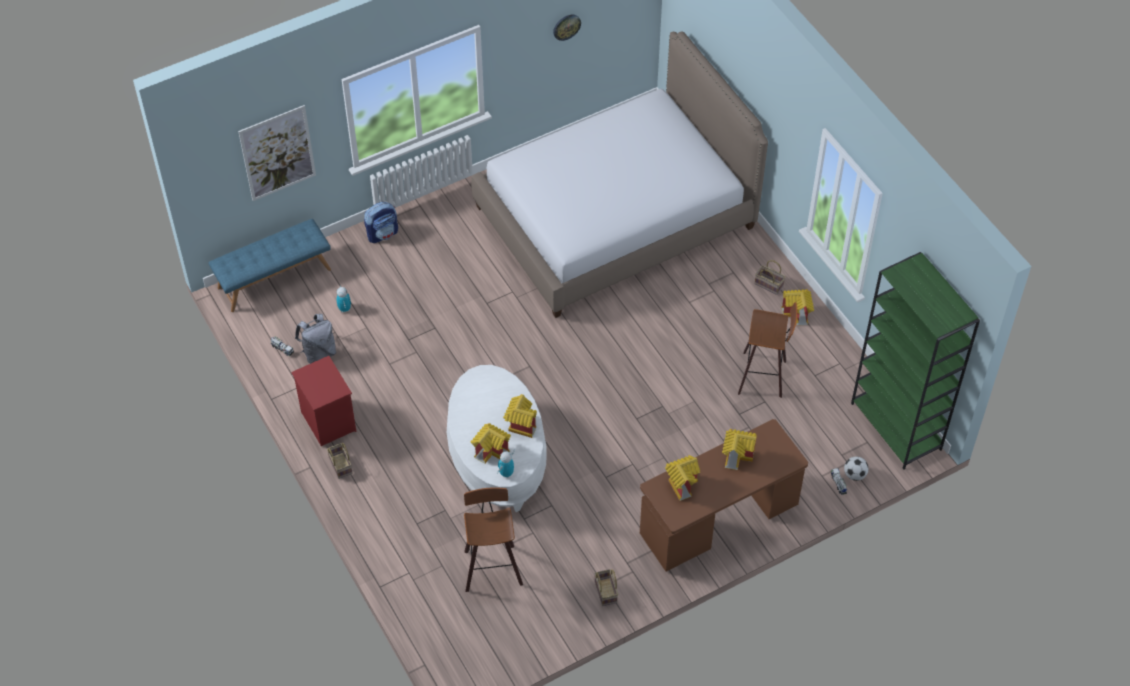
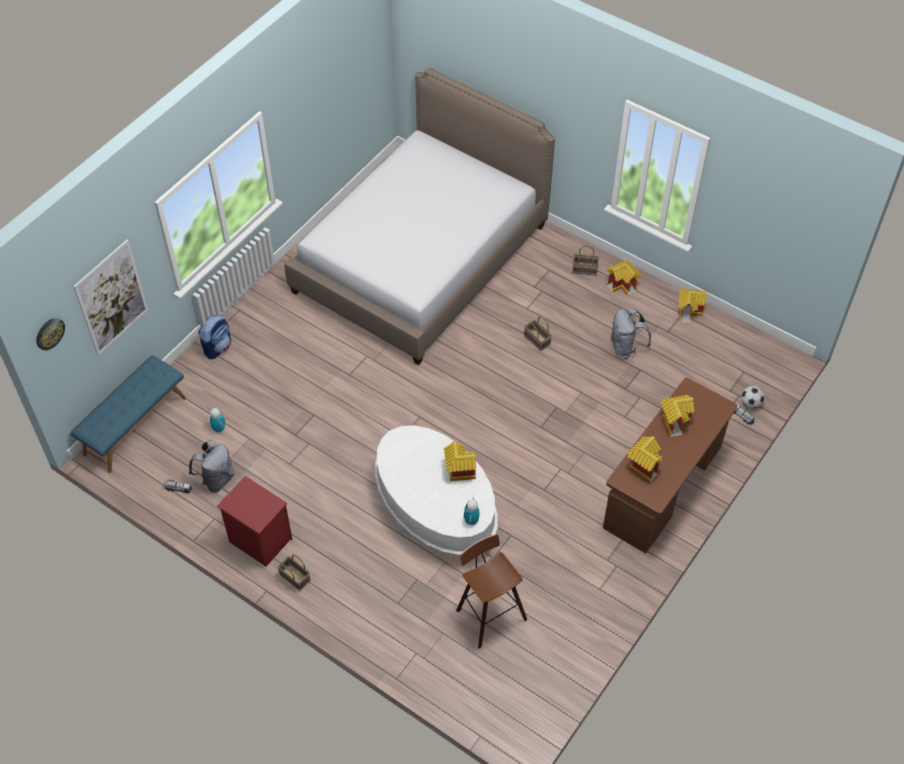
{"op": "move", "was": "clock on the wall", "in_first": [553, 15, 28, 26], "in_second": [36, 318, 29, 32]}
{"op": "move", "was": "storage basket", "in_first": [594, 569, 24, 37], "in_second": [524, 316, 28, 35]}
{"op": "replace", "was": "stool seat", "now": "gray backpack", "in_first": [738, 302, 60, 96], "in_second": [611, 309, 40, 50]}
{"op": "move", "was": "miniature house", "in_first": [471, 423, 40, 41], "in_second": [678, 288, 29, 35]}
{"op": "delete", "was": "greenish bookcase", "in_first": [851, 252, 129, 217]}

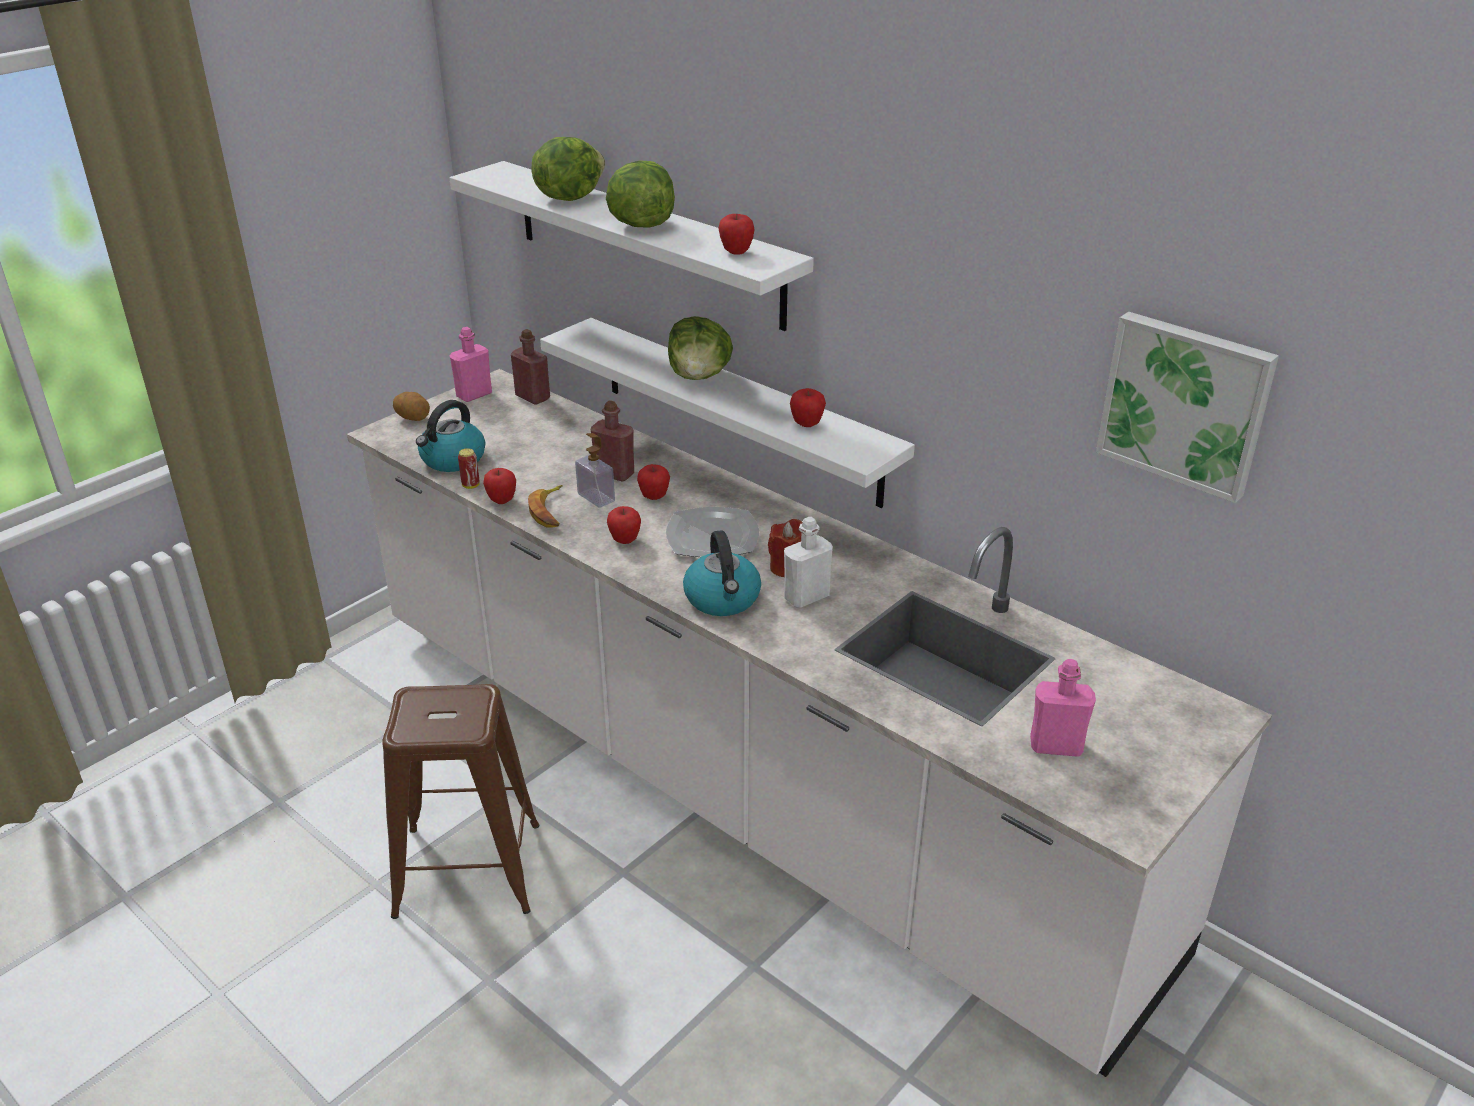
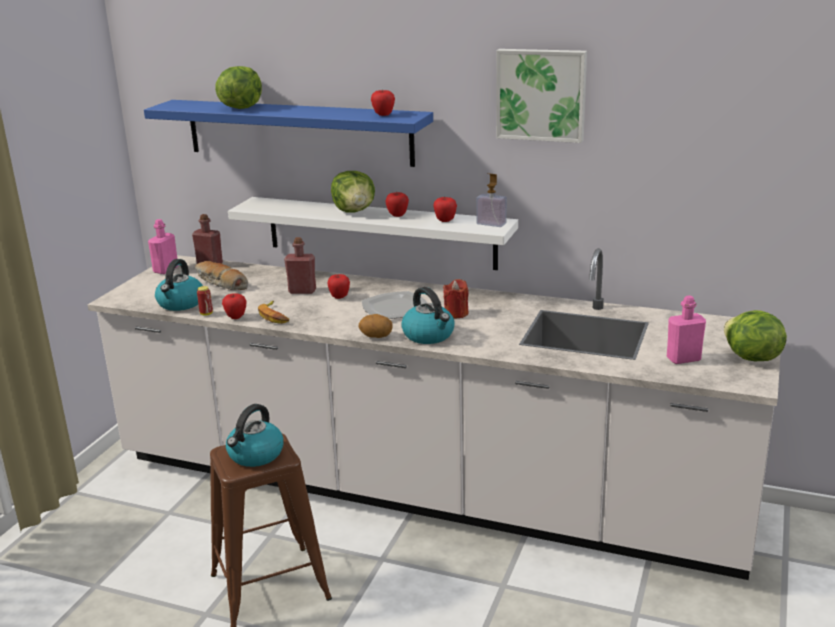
{"op": "recolor", "was": "white bracket shelf", "now": "blue-coloured bracket shelf", "in_first": [449, 161, 365, 170], "in_second": [144, 100, 289, 67]}
{"op": "insert", "now": "baked bread", "in_second": [195, 261, 53, 29]}
{"op": "insert", "now": "kettle", "in_second": [226, 404, 58, 63]}
{"op": "move", "was": "spud", "in_first": [393, 392, 37, 29], "in_second": [358, 314, 35, 24]}
{"op": "move", "was": "apple fruit", "in_first": [607, 506, 34, 38], "in_second": [385, 192, 24, 25]}
{"op": "move", "was": "liquid soap bottle", "in_first": [575, 433, 40, 75], "in_second": [476, 173, 31, 54]}
{"op": "move", "was": "wall picture", "in_first": [1096, 312, 183, 191], "in_second": [496, 49, 91, 94]}
{"op": "move", "was": "lettuce head", "in_first": [606, 160, 69, 68], "in_second": [724, 310, 63, 51]}
{"op": "delete", "was": "white beverage bottle", "in_first": [784, 517, 49, 91]}

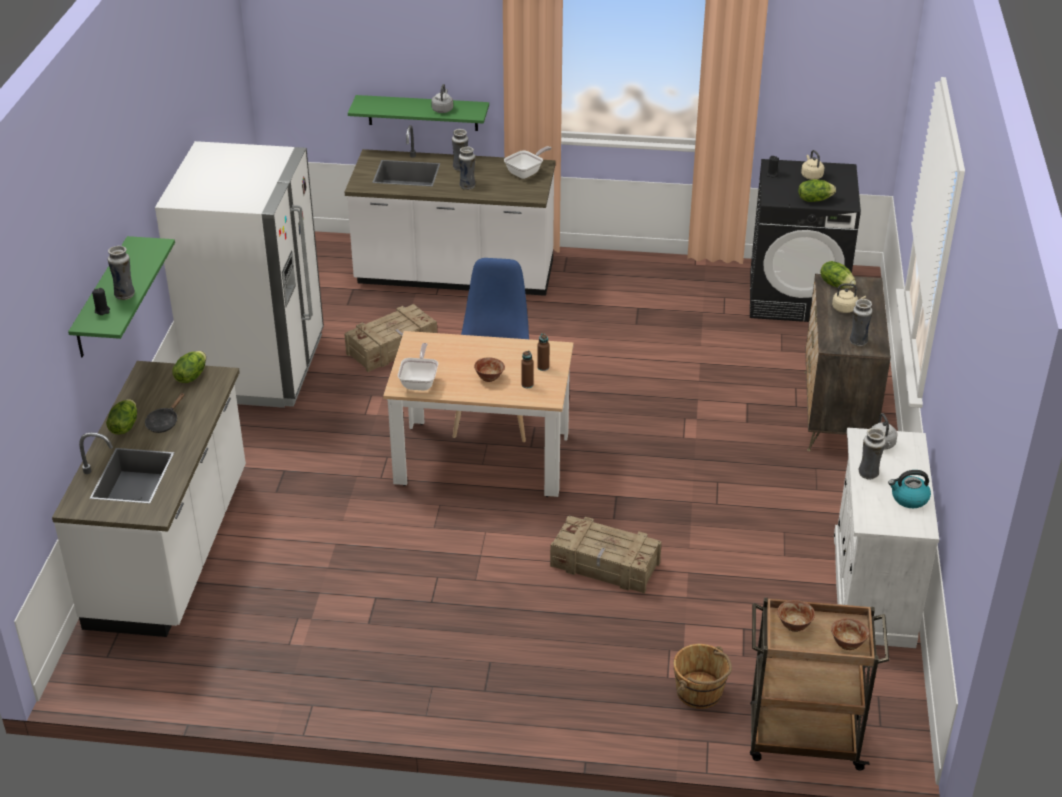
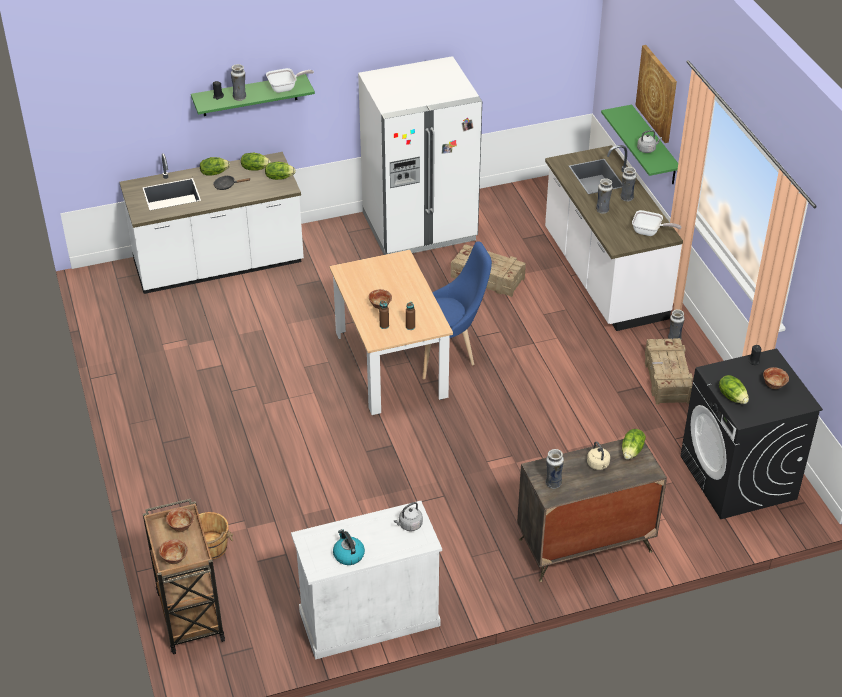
{"op": "insert", "now": "lettuce head", "in_second": [241, 153, 30, 18]}
{"op": "move", "was": "pan", "in_first": [398, 343, 40, 48], "in_second": [266, 68, 48, 25]}
{"op": "insert", "now": "wall picture", "in_second": [635, 45, 42, 98]}
{"op": "move", "was": "crate", "in_first": [550, 516, 112, 78], "in_second": [645, 338, 48, 67]}
{"op": "move", "was": "decorative vase", "in_first": [858, 428, 28, 52], "in_second": [668, 309, 17, 31]}
{"op": "replace", "was": "sand-coloured kettle", "now": "bowl", "in_first": [801, 150, 23, 30], "in_second": [763, 367, 26, 22]}

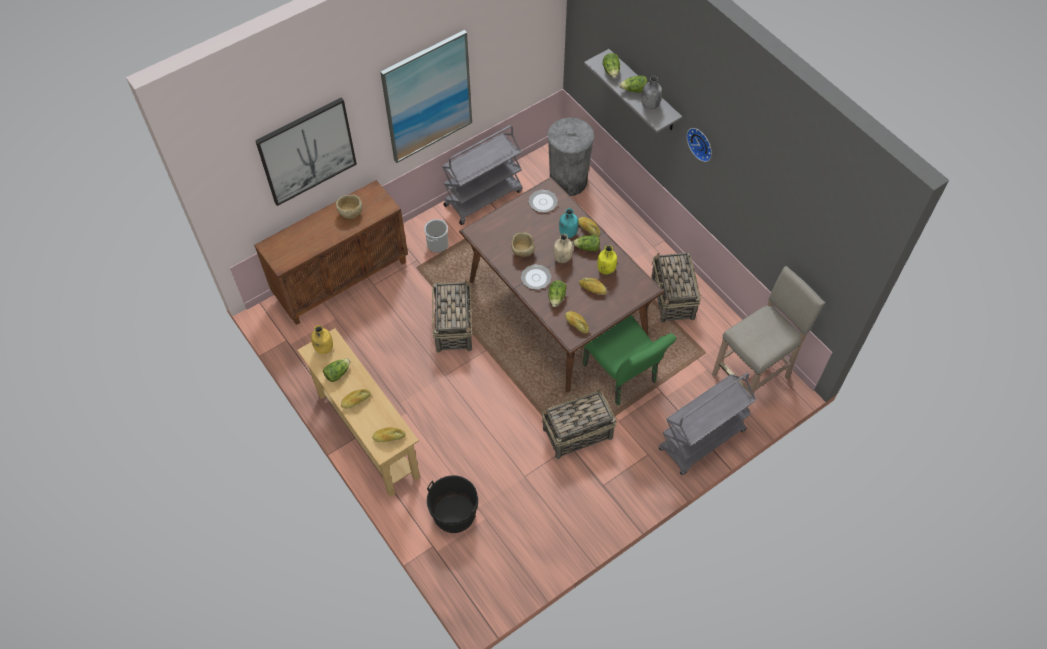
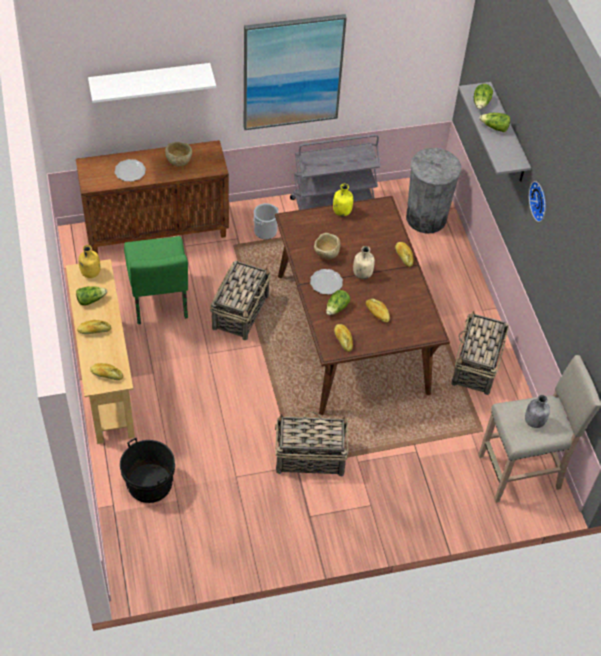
{"op": "replace", "was": "wall picture", "now": "white bracket shelf", "in_first": [255, 98, 102, 108], "in_second": [88, 63, 128, 40]}
{"op": "move", "was": "dinner plate", "in_first": [529, 189, 29, 24], "in_second": [115, 159, 31, 23]}
{"op": "move", "was": "greenish plain chair", "in_first": [583, 315, 93, 91], "in_second": [124, 236, 64, 88]}
{"op": "move", "was": "yellowish beverage bottle", "in_first": [597, 245, 20, 30], "in_second": [333, 184, 20, 33]}
{"op": "move", "was": "gray beverage bottle", "in_first": [641, 76, 21, 34], "in_second": [525, 395, 25, 33]}
{"op": "delete", "was": "blue-green beverage bottle", "in_first": [559, 208, 19, 30]}
{"op": "delete", "was": "lettuce head", "in_first": [572, 235, 28, 17]}
{"op": "delete", "was": "gray trolley", "in_first": [658, 372, 98, 103]}

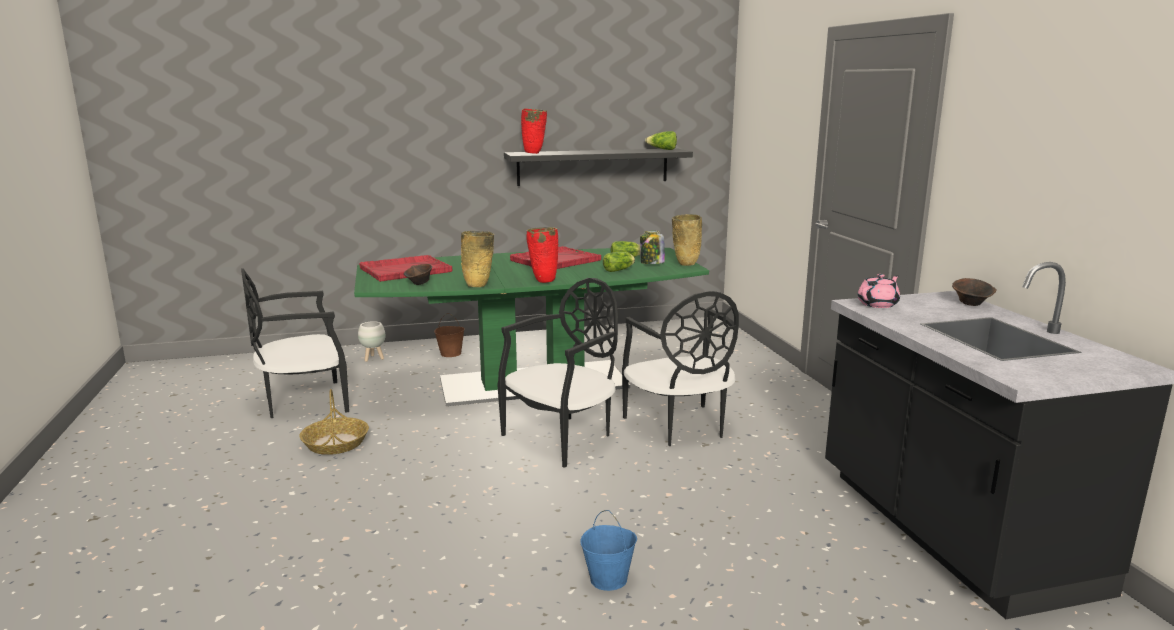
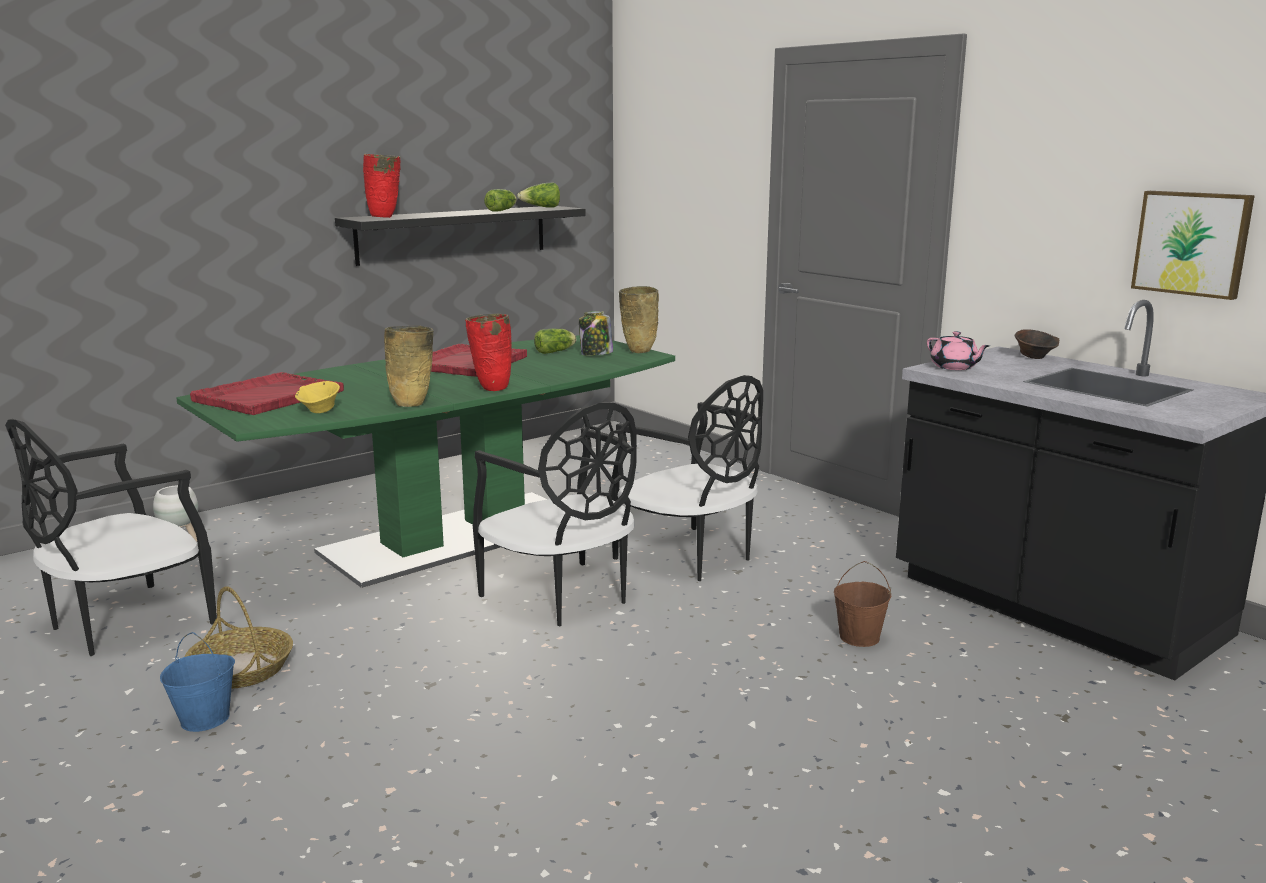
{"op": "move", "was": "blue-coloured pail", "in_first": [580, 510, 57, 81], "in_second": [160, 632, 75, 100]}
{"op": "recolor", "was": "brownish bowl", "now": "yellowish bowl", "in_first": [404, 264, 28, 21], "in_second": [295, 381, 45, 32]}
{"op": "rotate", "was": "black-coloured plain chair", "in_first": [497, 278, 121, 190], "in_second": [473, 402, 164, 224], "clockwise": 120}
{"op": "move", "was": "lettuce head", "in_first": [603, 252, 32, 20], "in_second": [484, 189, 33, 23]}
{"op": "move", "was": "brownish pail", "in_first": [434, 313, 31, 44], "in_second": [834, 561, 57, 86]}
{"op": "rotate", "was": "pinkish tea pot", "in_first": [857, 274, 43, 34], "in_second": [927, 331, 63, 39], "clockwise": 120}
{"op": "insert", "now": "wall picture", "in_second": [1131, 191, 124, 109]}

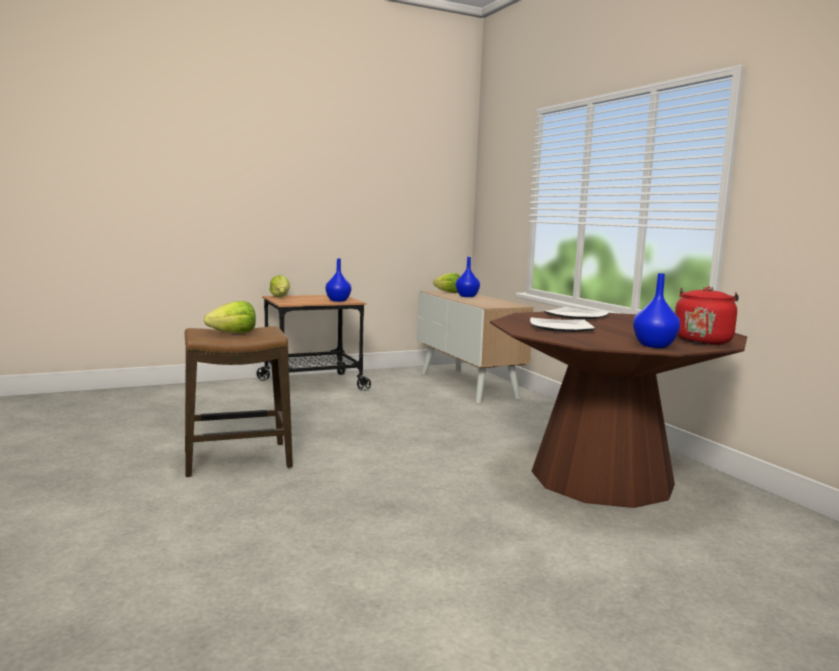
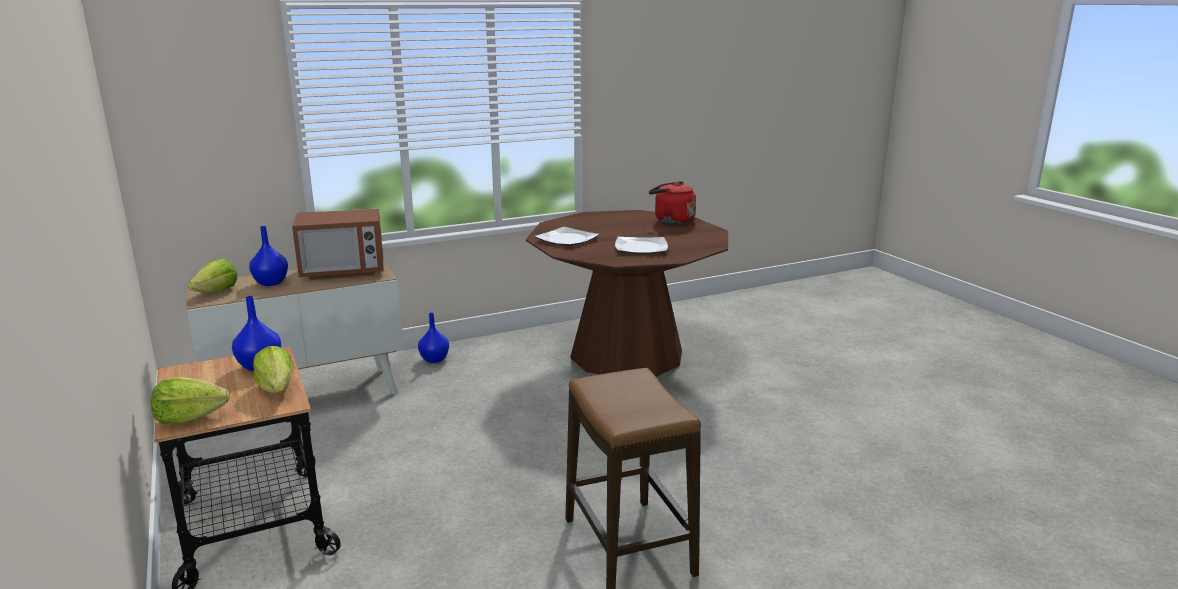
{"op": "move", "was": "lettuce head", "in_first": [204, 301, 52, 32], "in_second": [253, 346, 41, 47]}
{"op": "insert", "now": "microwave", "in_second": [292, 208, 91, 71]}
{"op": "move", "was": "blue-coloured decorative vase", "in_first": [633, 273, 48, 75], "in_second": [418, 313, 31, 50]}

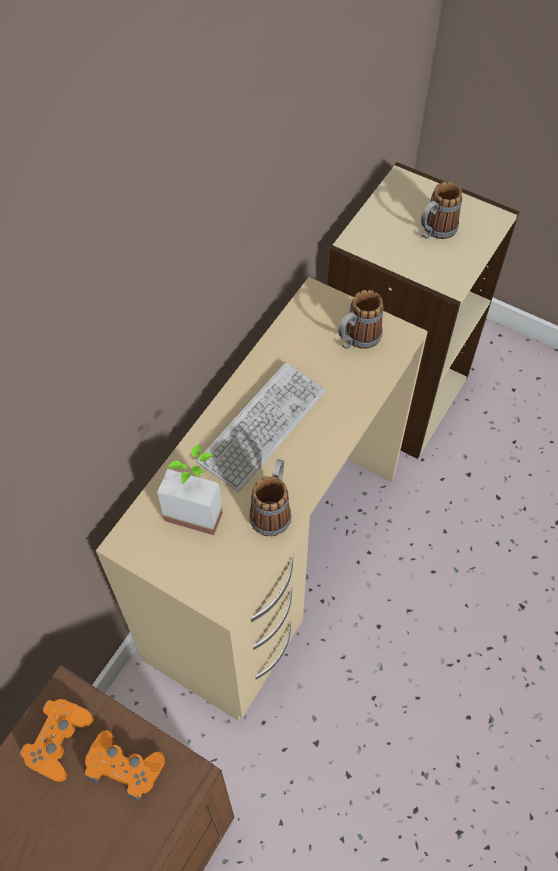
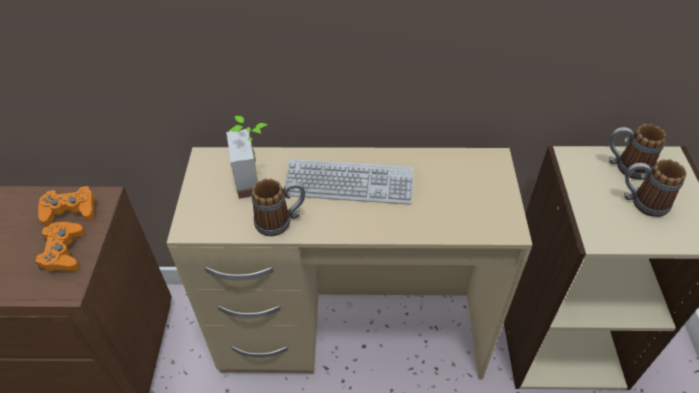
{"op": "move", "was": "mug", "in_first": [338, 290, 45, 59], "in_second": [609, 124, 57, 55]}

